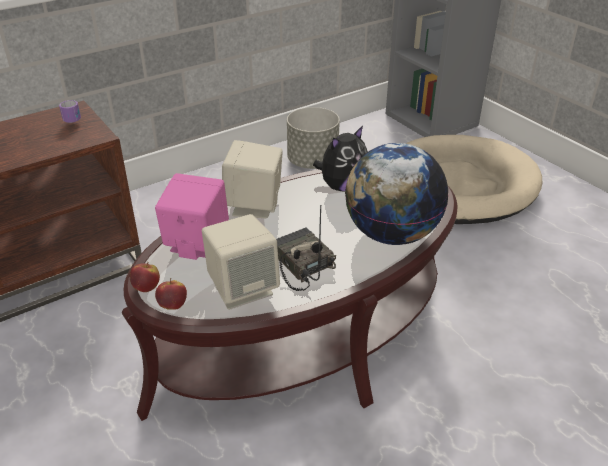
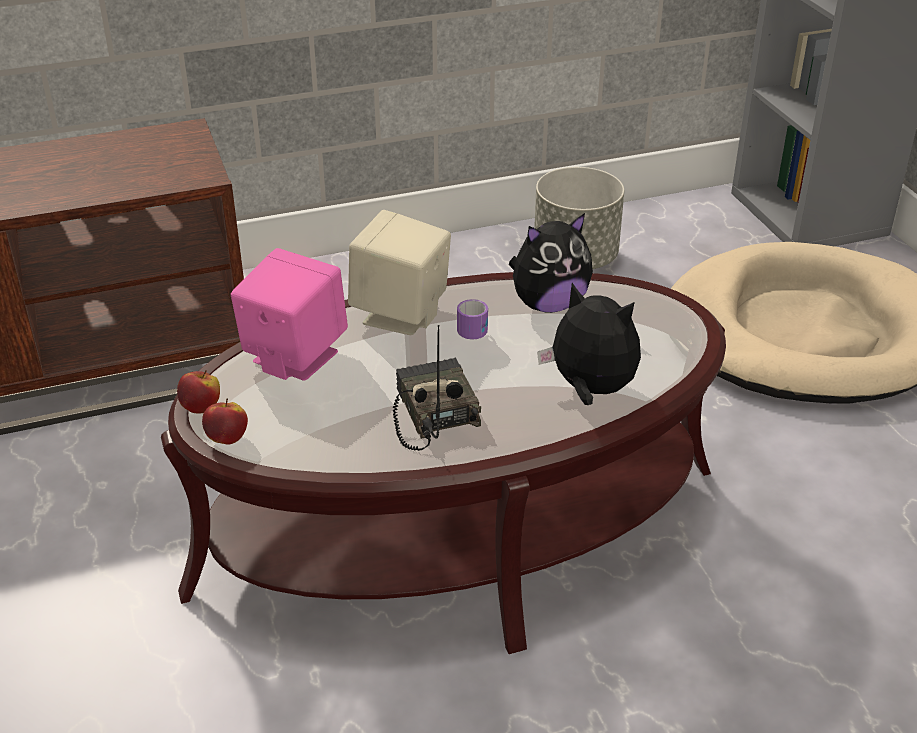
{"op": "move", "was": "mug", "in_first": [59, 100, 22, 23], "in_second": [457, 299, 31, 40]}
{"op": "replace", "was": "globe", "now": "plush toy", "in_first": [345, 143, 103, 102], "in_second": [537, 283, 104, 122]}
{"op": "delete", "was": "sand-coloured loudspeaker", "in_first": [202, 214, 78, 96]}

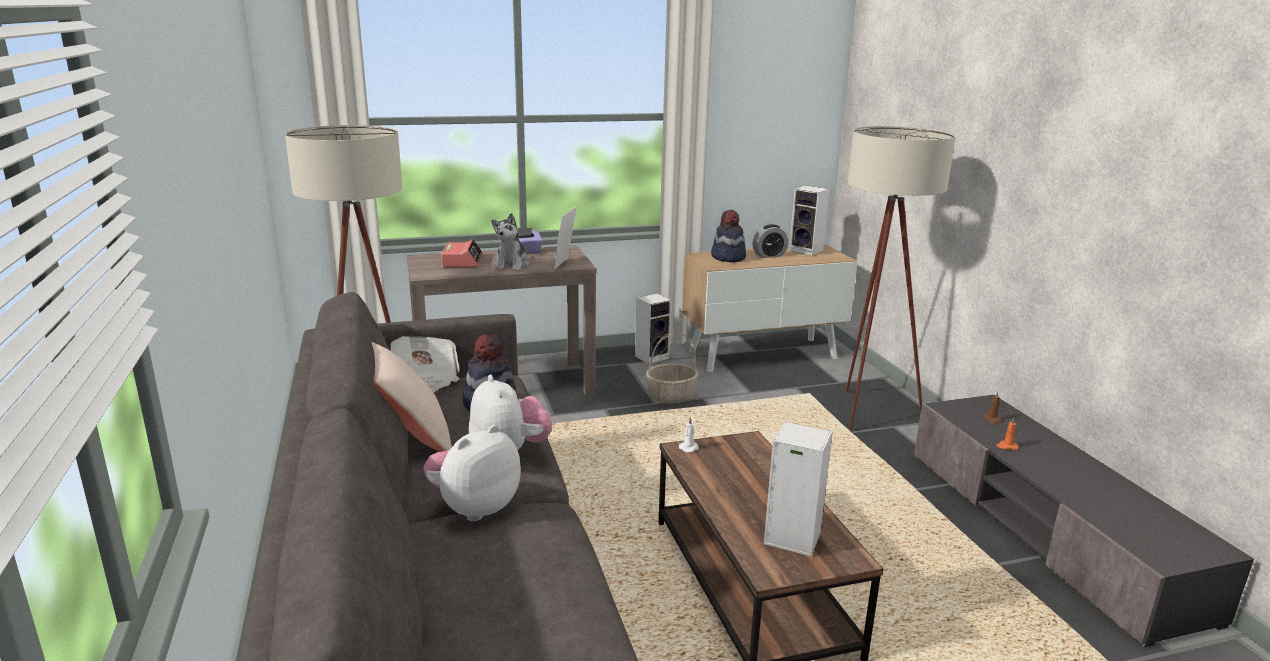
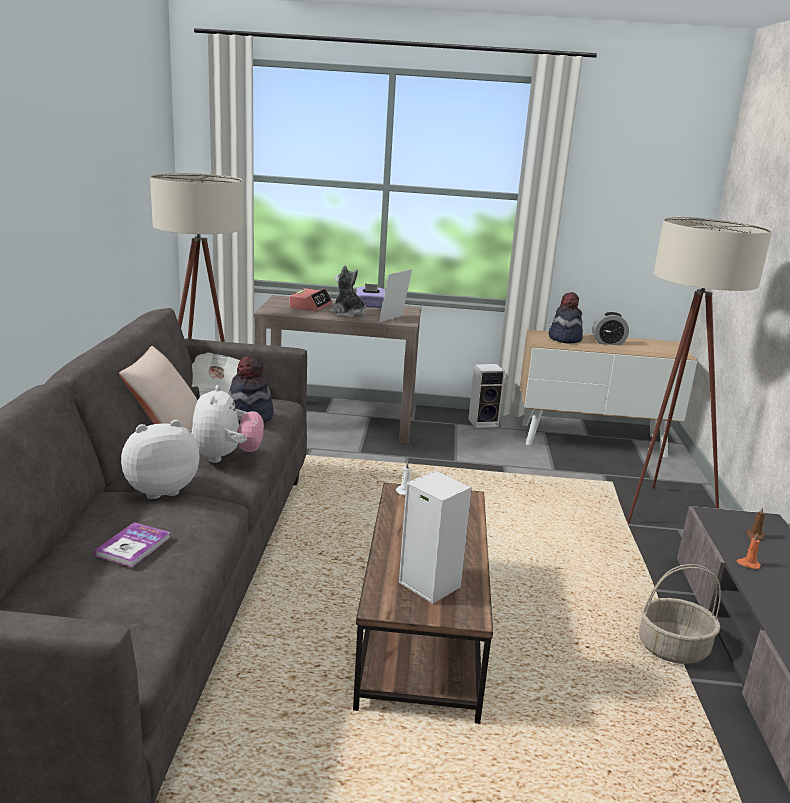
{"op": "insert", "now": "bound book", "in_second": [94, 522, 77, 45]}
{"op": "rotate", "was": "plush toy", "in_first": [491, 213, 38, 58], "in_second": [329, 265, 38, 53], "clockwise": 105}
{"op": "move", "was": "storage basket", "in_first": [646, 332, 52, 72], "in_second": [639, 564, 82, 100]}
{"op": "delete", "was": "loudspeaker", "in_first": [789, 185, 40, 70]}

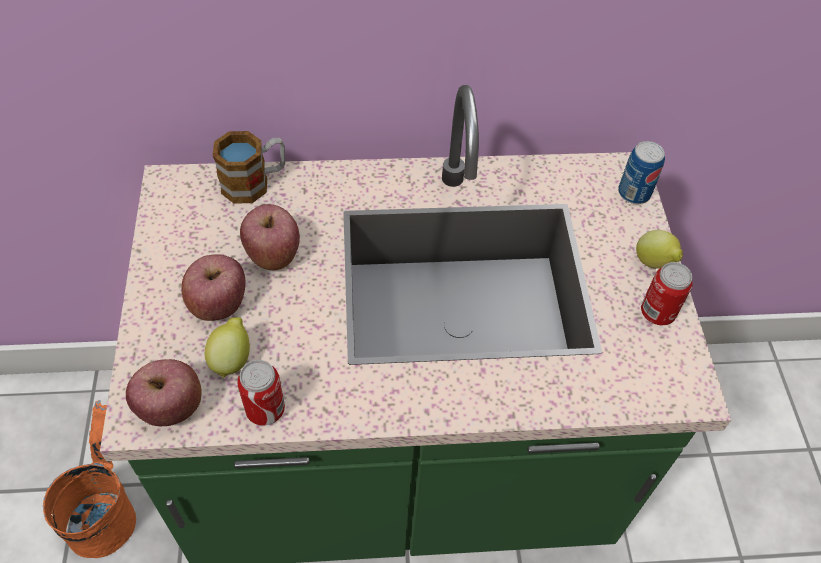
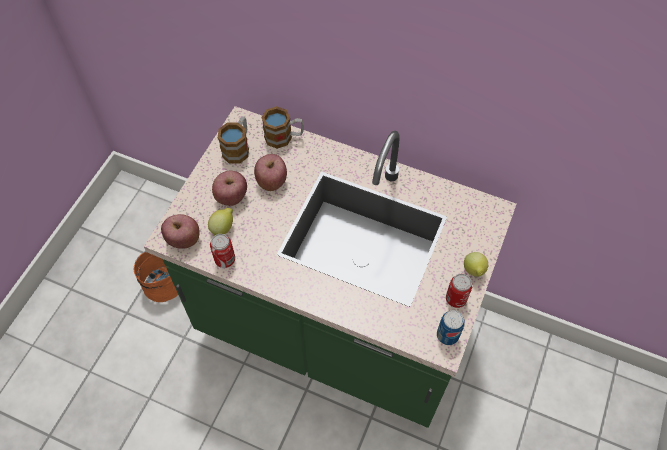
{"op": "insert", "now": "mug", "in_second": [218, 116, 31, 48]}
{"op": "move", "was": "metal can", "in_first": [618, 141, 47, 63], "in_second": [437, 310, 28, 35]}

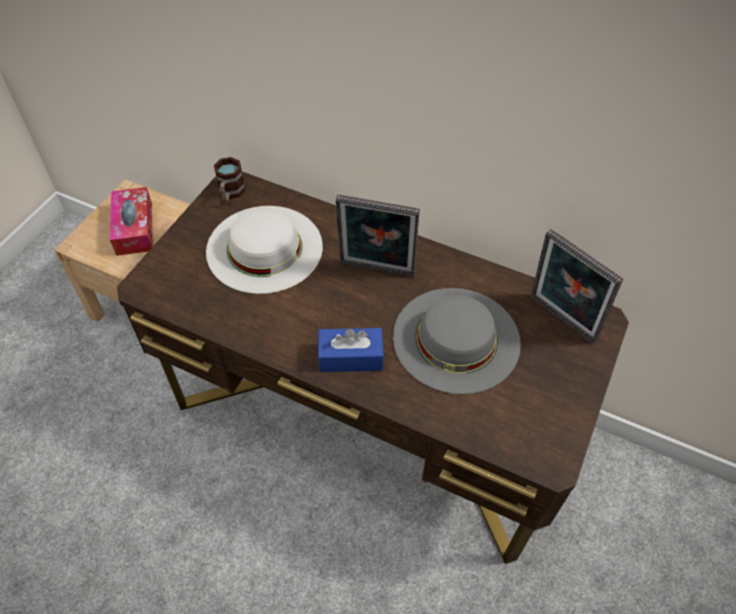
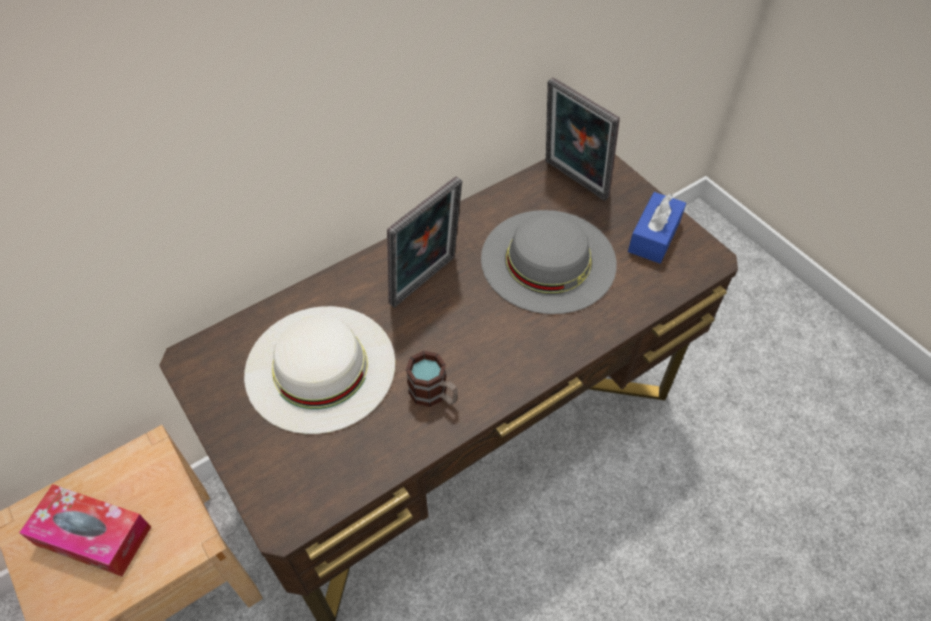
{"op": "move", "was": "mug", "in_first": [214, 157, 31, 45], "in_second": [406, 351, 52, 56]}
{"op": "rotate", "was": "picture frame", "in_first": [531, 229, 92, 115], "in_second": [546, 78, 74, 123], "clockwise": 60}
{"op": "move", "was": "blue-coloured tissue box", "in_first": [318, 328, 66, 44], "in_second": [628, 192, 58, 71]}

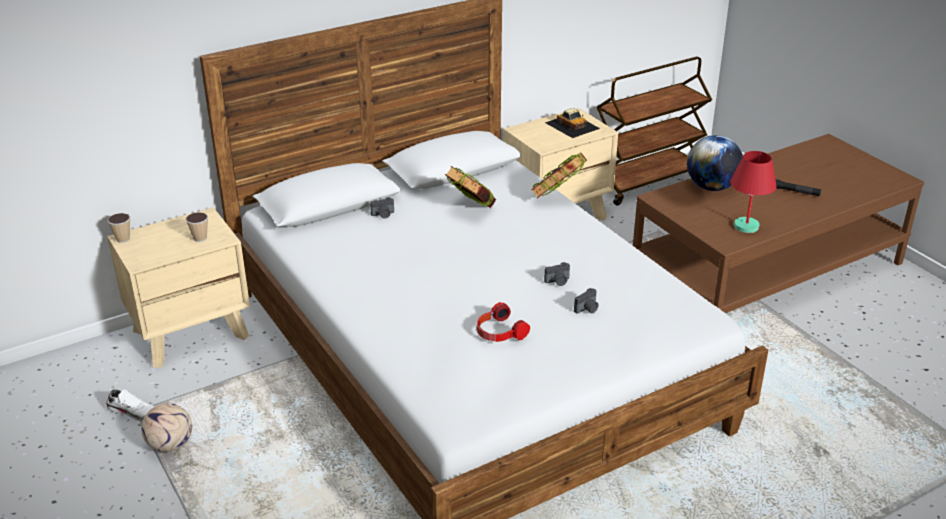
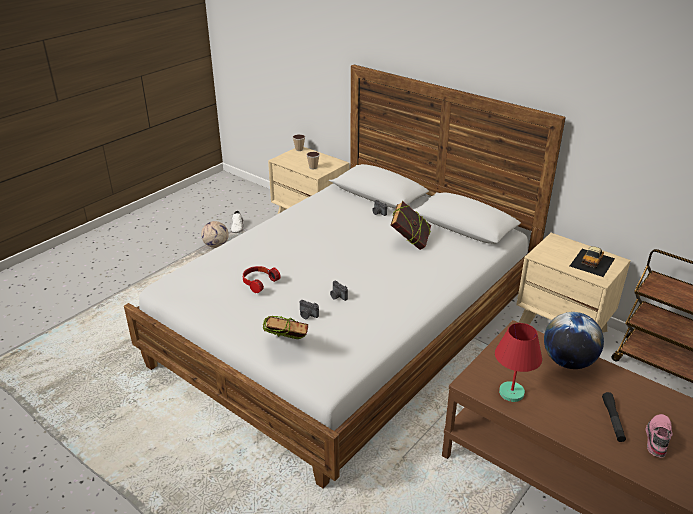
{"op": "move", "was": "bound book", "in_first": [531, 152, 56, 46], "in_second": [263, 315, 45, 25]}
{"op": "insert", "now": "pinkish shoe", "in_second": [646, 414, 27, 44]}

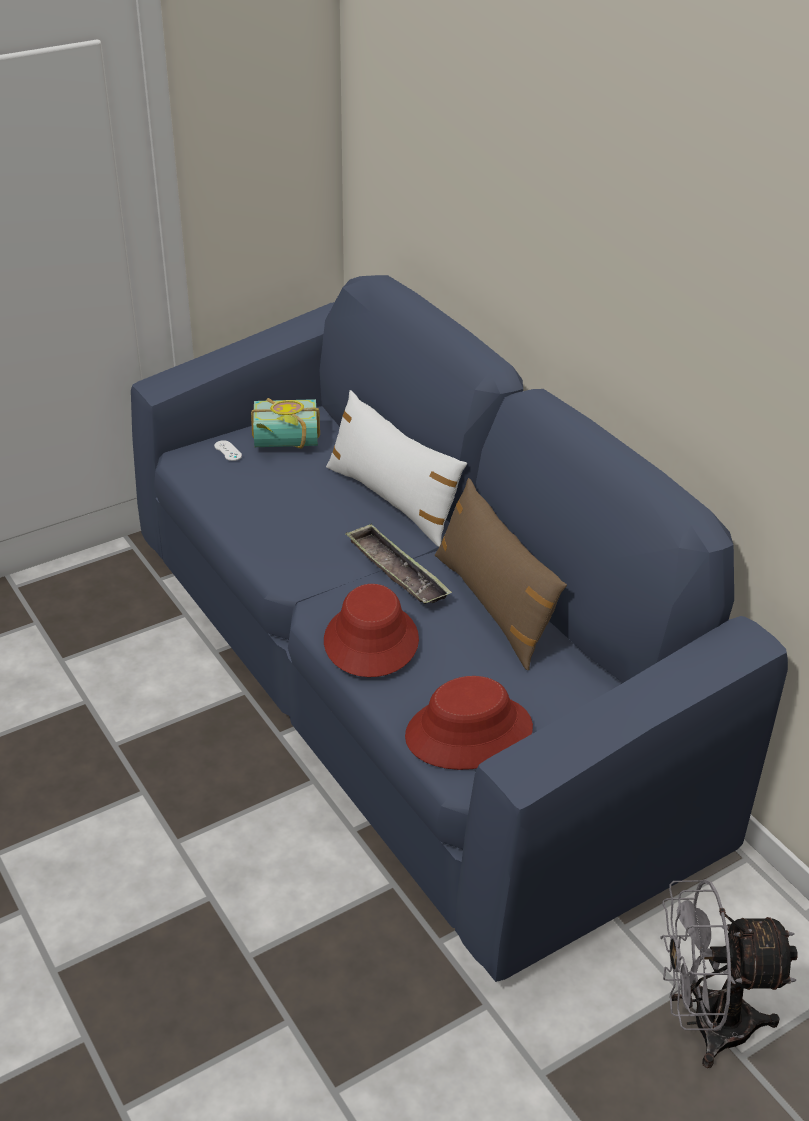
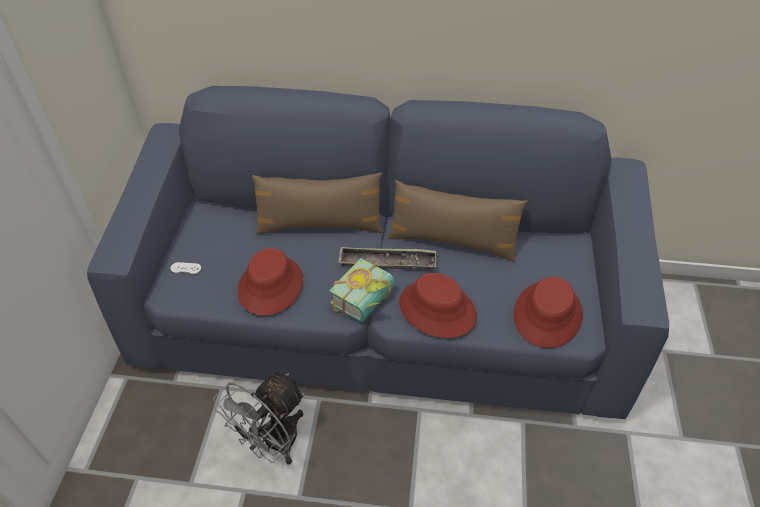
{"op": "move", "was": "gray cooling fan", "in_first": [660, 879, 138, 189], "in_second": [213, 372, 92, 92]}
{"op": "insert", "now": "red-coloured clothing hat", "in_second": [238, 248, 65, 67]}
{"op": "recolor", "was": "white throw pillow", "now": "brownish throw pillow", "in_first": [326, 390, 141, 157], "in_second": [252, 172, 131, 63]}
{"op": "move", "was": "bound book", "in_first": [251, 398, 69, 51], "in_second": [329, 258, 66, 64]}

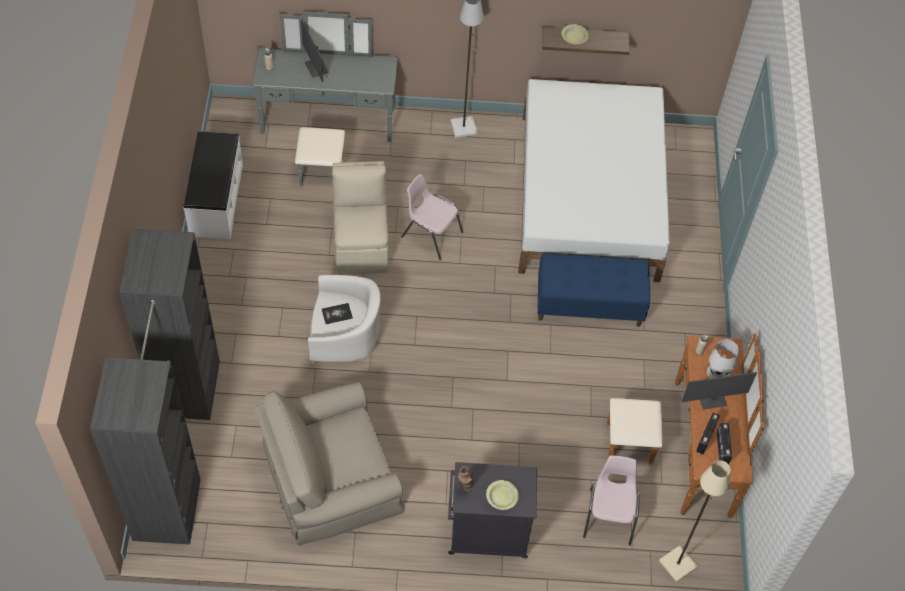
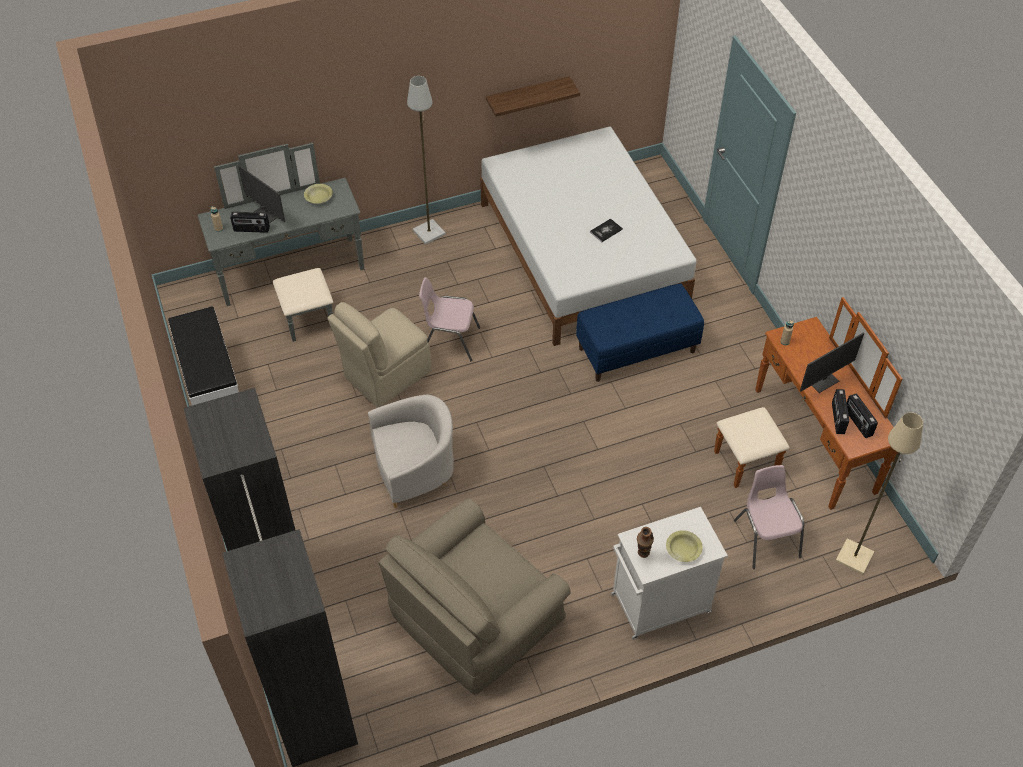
{"op": "insert", "now": "radio", "in_second": [230, 212, 40, 21]}
{"op": "move", "was": "yellowish bowl", "in_first": [562, 24, 27, 20], "in_second": [304, 184, 29, 20]}
{"op": "rotate", "was": "sand-coloured plain chair", "in_first": [332, 161, 57, 114], "in_second": [327, 302, 104, 106], "clockwise": -105}
{"op": "move", "was": "bound book", "in_first": [321, 303, 32, 21], "in_second": [590, 218, 33, 24]}
{"op": "recolor", "was": "black-coloured cupboard", "now": "white cupboard", "in_first": [448, 462, 89, 97], "in_second": [611, 507, 117, 133]}
{"op": "delete", "was": "white table lamp", "in_first": [707, 340, 32, 38]}

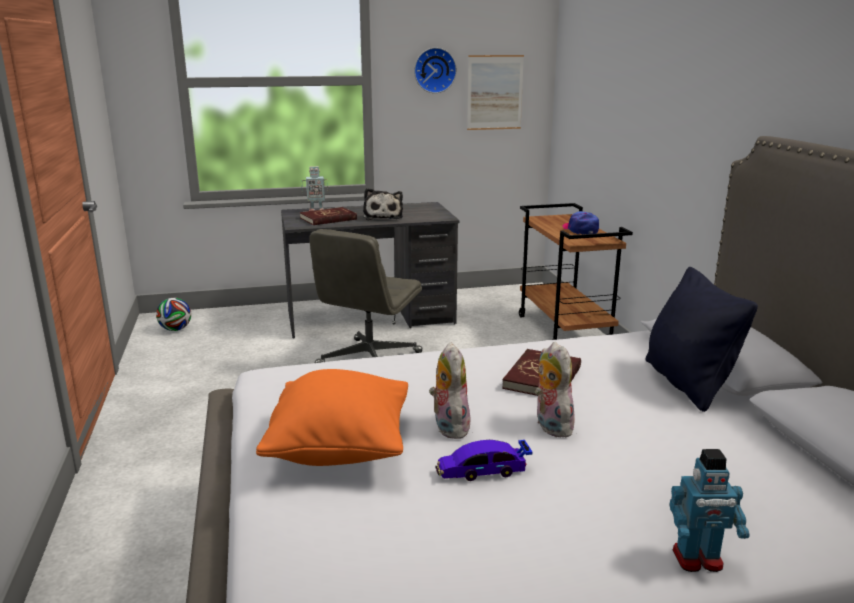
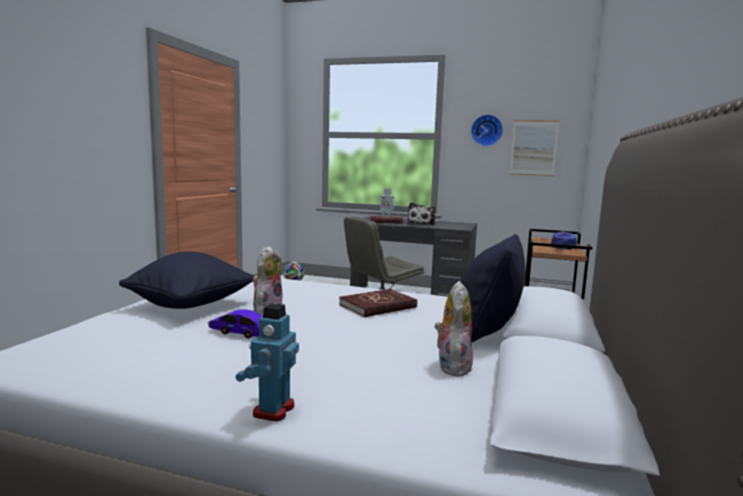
{"op": "recolor", "was": "orangey throw pillow", "now": "black-coloured throw pillow", "in_first": [256, 369, 152, 97], "in_second": [119, 251, 137, 58]}
{"op": "rotate", "was": "toy robot", "in_first": [670, 449, 80, 123], "in_second": [236, 303, 63, 119], "clockwise": 75}
{"op": "move", "was": "plush toy", "in_first": [535, 342, 40, 95], "in_second": [435, 281, 38, 95]}

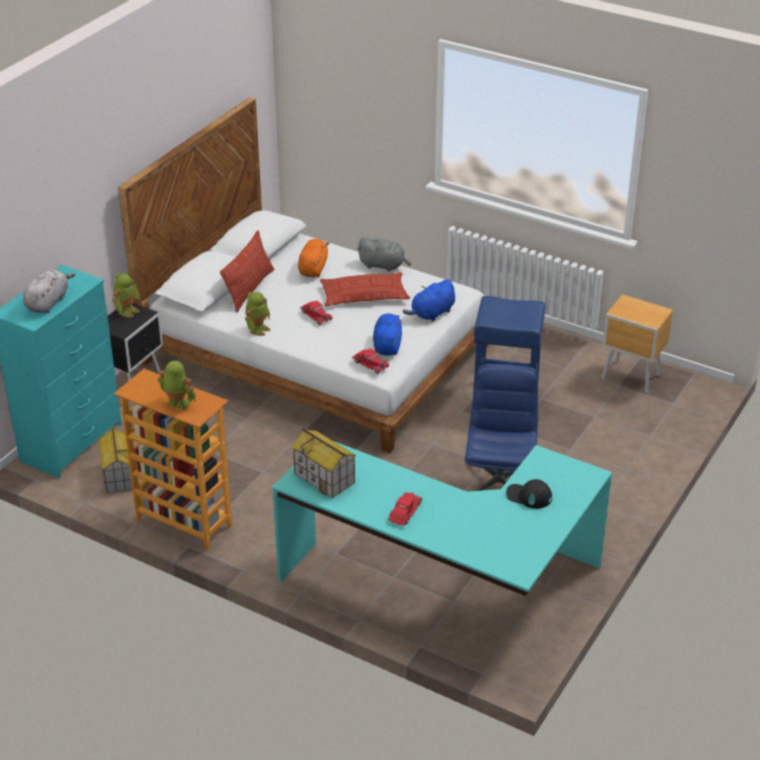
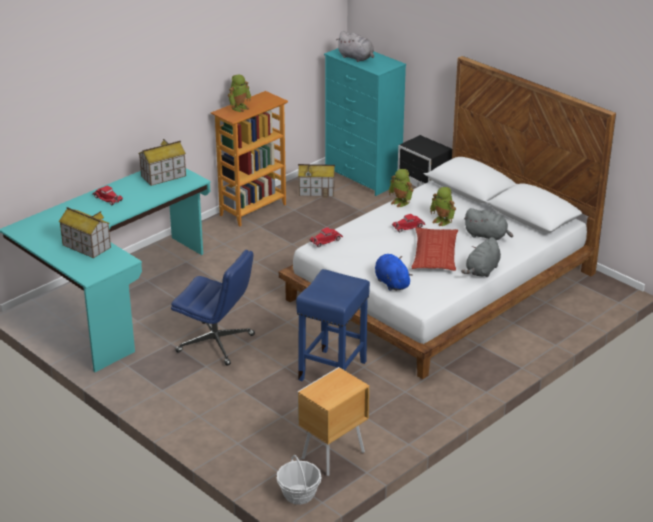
{"op": "replace", "was": "black-coloured cap", "now": "miniature house", "in_first": [506, 479, 46, 30], "in_second": [59, 207, 52, 51]}
{"op": "insert", "now": "storage basket", "in_second": [277, 455, 45, 50]}
{"op": "move", "was": "toy robot", "in_first": [112, 273, 28, 45], "in_second": [430, 187, 26, 39]}
{"op": "recolor", "was": "orangey plush toy", "now": "gray plush toy", "in_first": [298, 239, 31, 38], "in_second": [464, 208, 49, 32]}
{"op": "delete", "was": "throw pillow", "in_first": [220, 230, 54, 83]}
{"op": "delete", "was": "blue-coloured plush toy", "in_first": [373, 313, 29, 43]}

